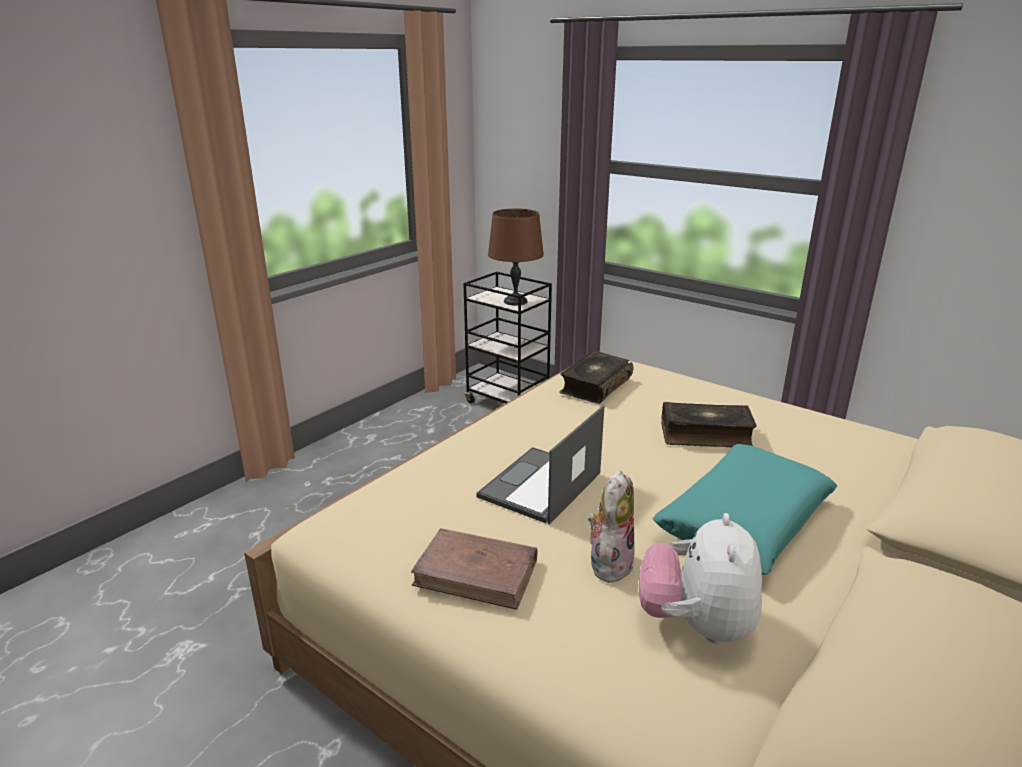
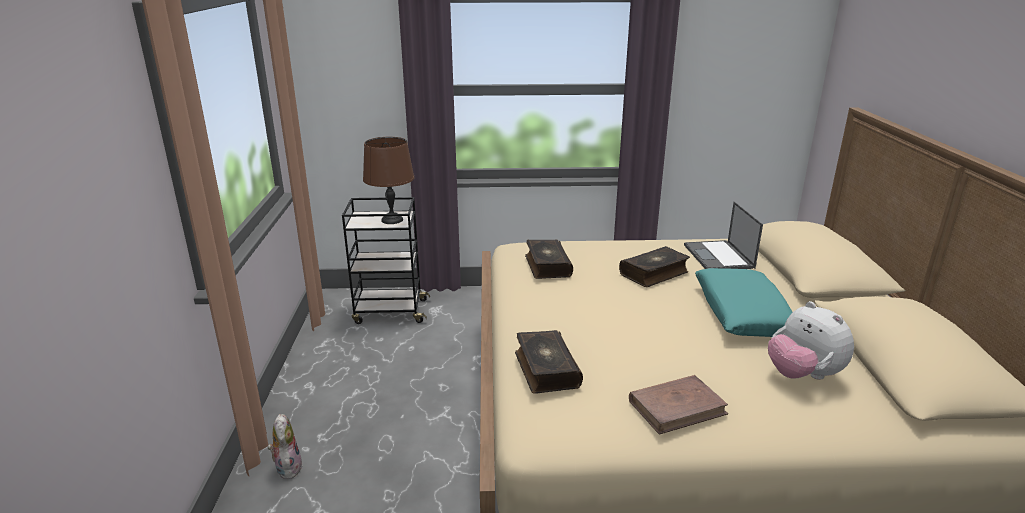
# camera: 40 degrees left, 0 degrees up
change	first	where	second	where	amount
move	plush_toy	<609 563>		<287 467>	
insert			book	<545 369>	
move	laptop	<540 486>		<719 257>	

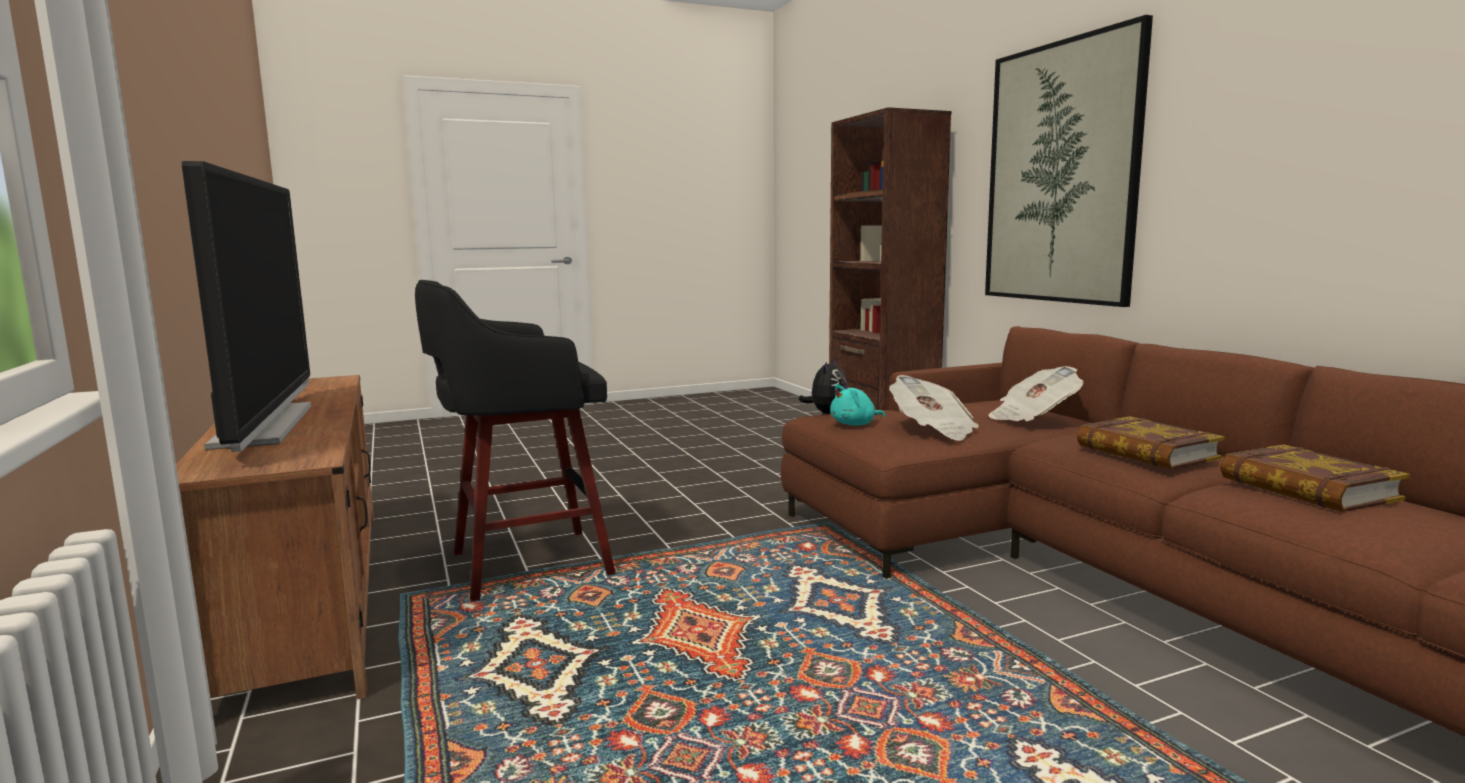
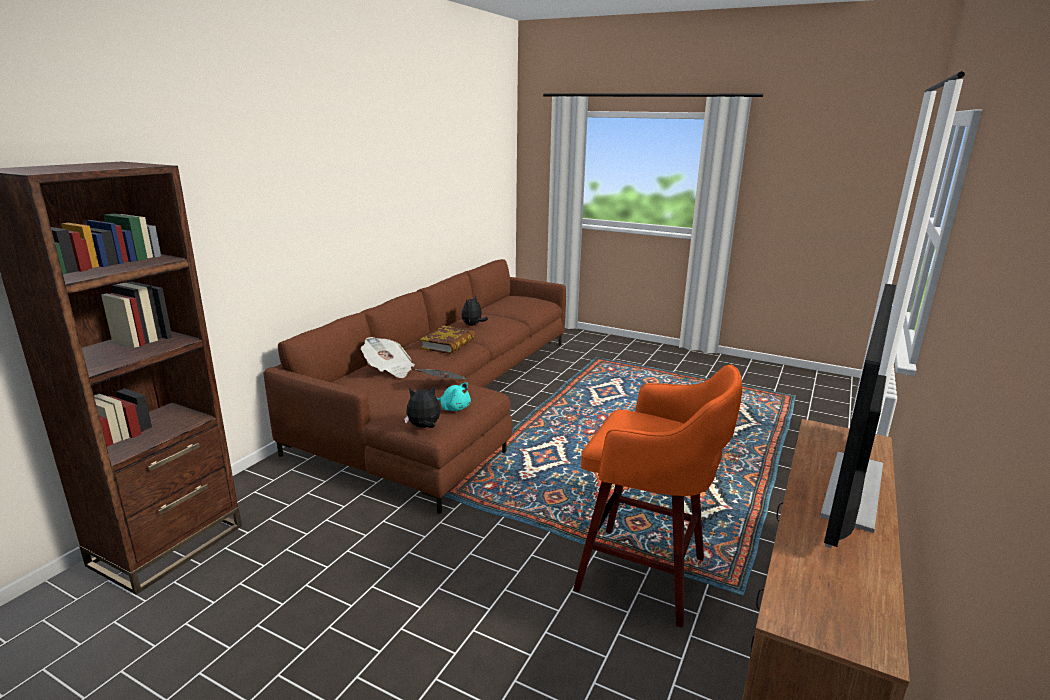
# camera: 130 degrees left, 10 degrees up
change	first	where	second	where	amount
replace	book	<1307 489>	plush_toy	<473 325>	
recolor	black_stool	<524 565>	orange_stool	<645 576>	
delete	picture	<1061 174>			

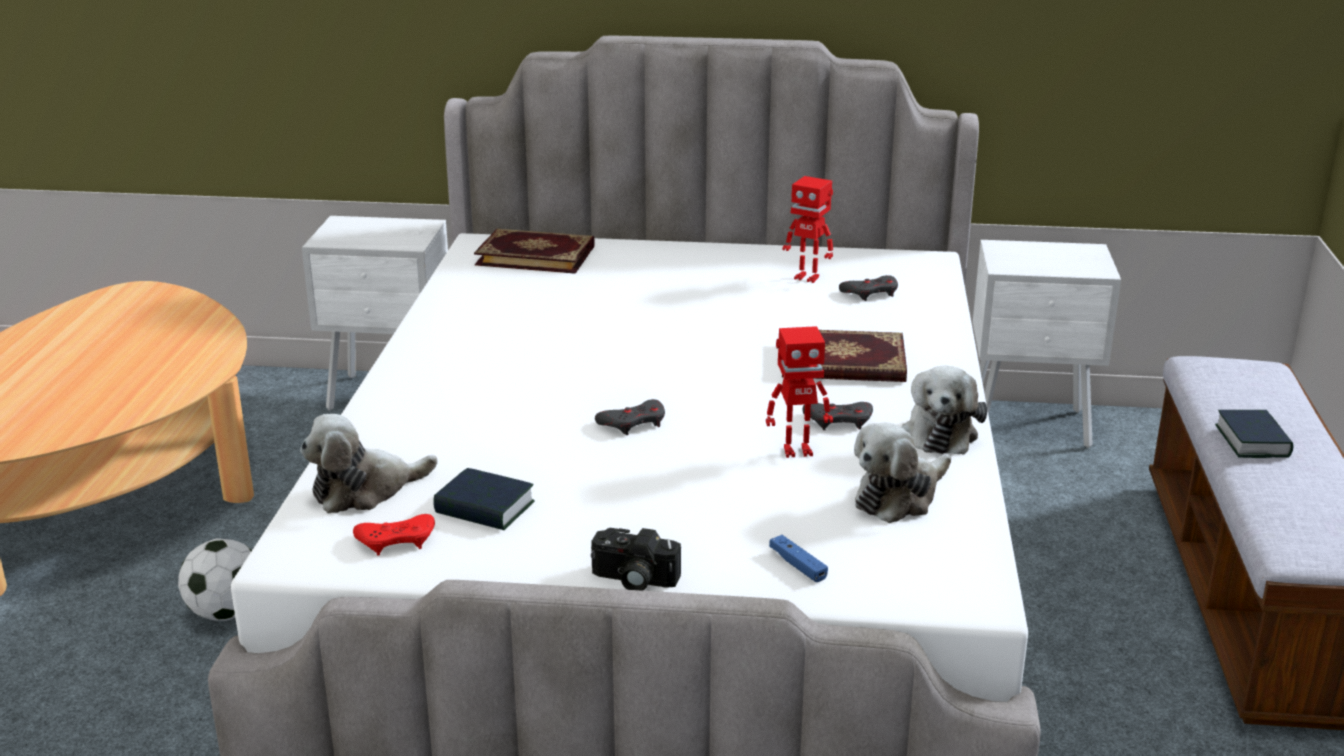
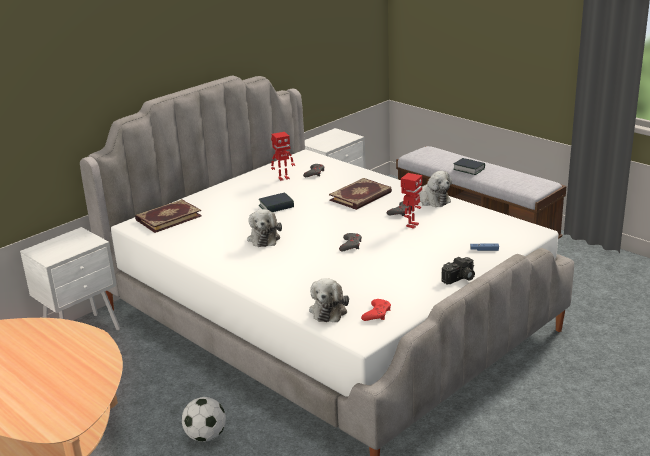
# camera: 50 degrees left, 0 degrees up
change	first	where	second	where	amount
move	plush_toy	<899 497>		<264 238>	
move	book	<484 508>		<276 206>	

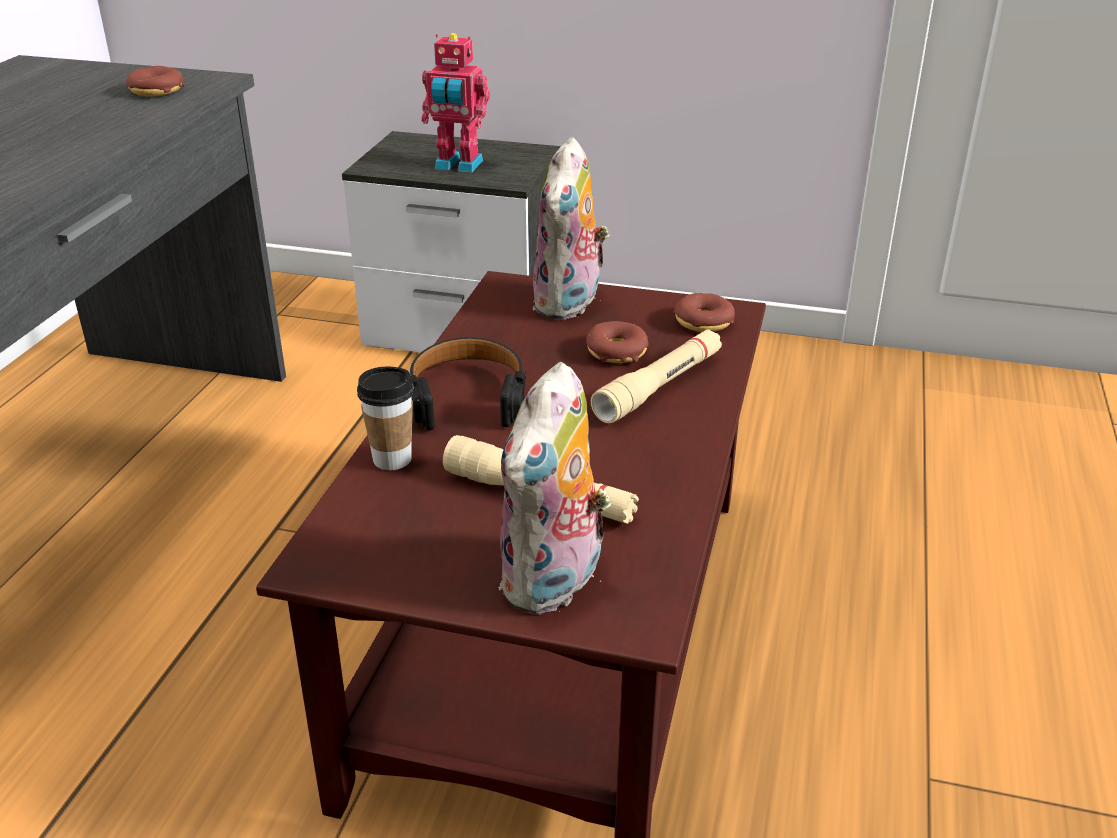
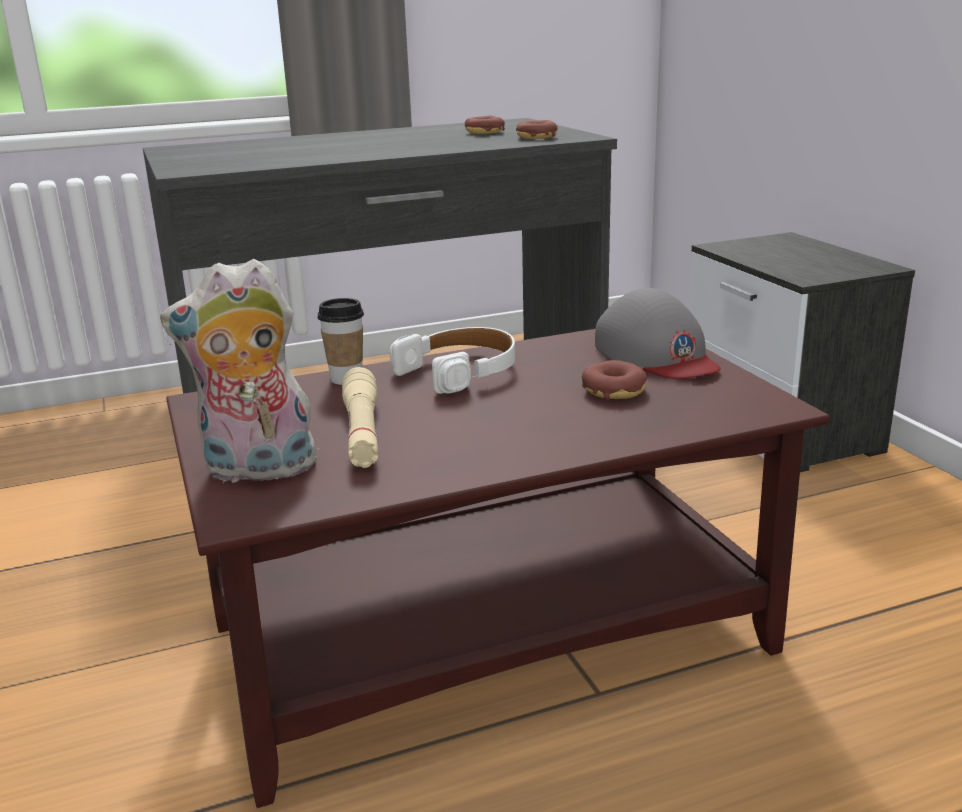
# camera: 55 degrees right, 10 degrees down
change	first	where	second	where	amount
recolor	black_headphones	<467 396>	white_headphones	<460 371>	
move	donut	<703 322>		<484 132>	
replace	plush_toy	<570 304>	grey_cap	<656 355>	
delete	toy_robot	<458 166>			
delete	beige_flashlight	<659 387>			

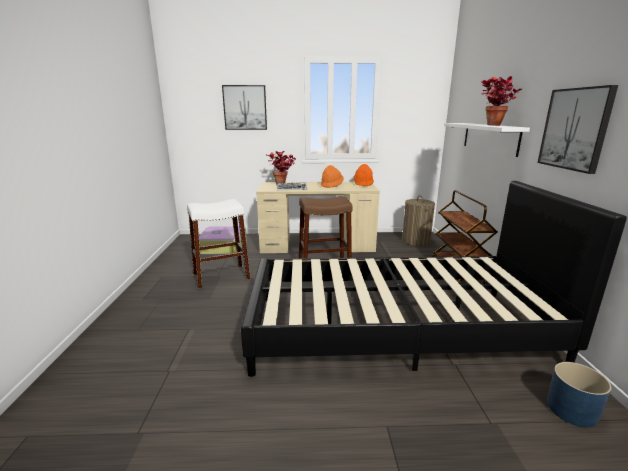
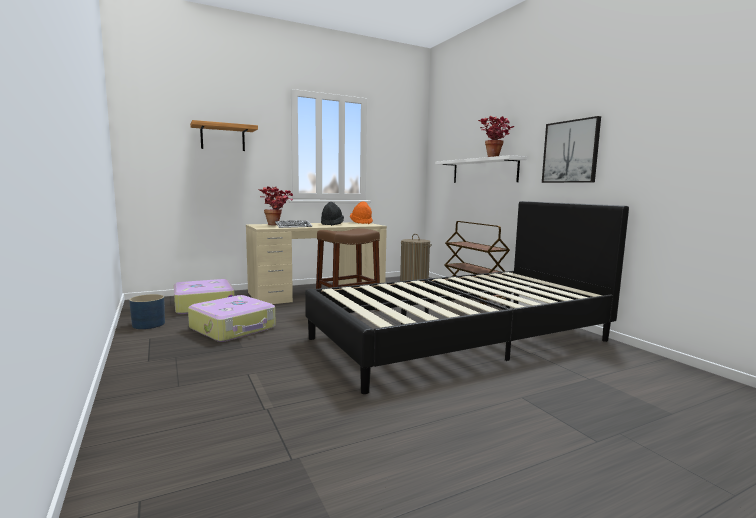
# camera: 25 degrees left, 10 degrees down
change	first	where	second	where	amount
move	blue_planter	<571 409>		<149 324>	
replace	white_stool	<221 276>	suitcase	<234 328>	
replace	picture	<245 107>	shelf	<222 138>	
recolor	orange_hat	<331 185>	black_hat	<332 224>	

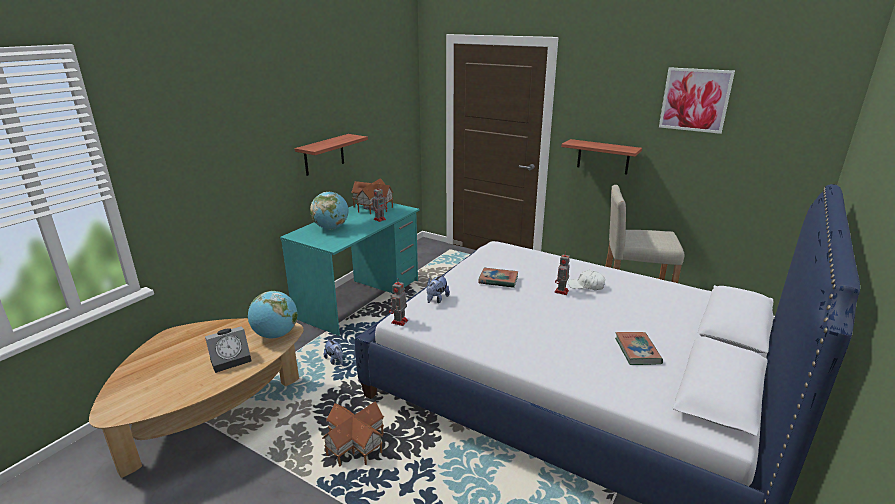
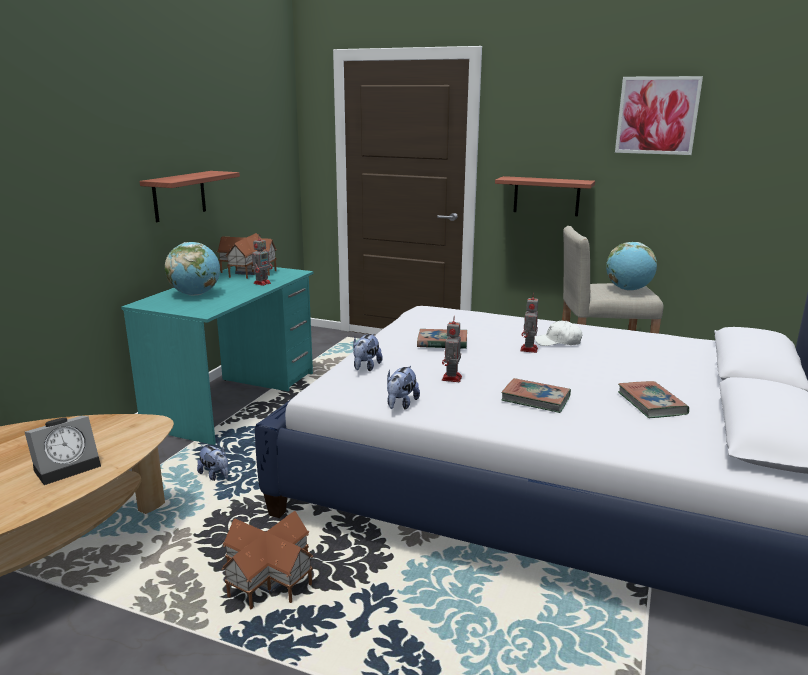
# camera: 10 degrees left, 5 degrees down
change	first	where	second	where	amount
insert			plush_toy	<401 404>	
move	toy_robot	<399 322>		<451 379>	
insert			book	<535 399>	
move	globe	<276 335>		<628 290>	

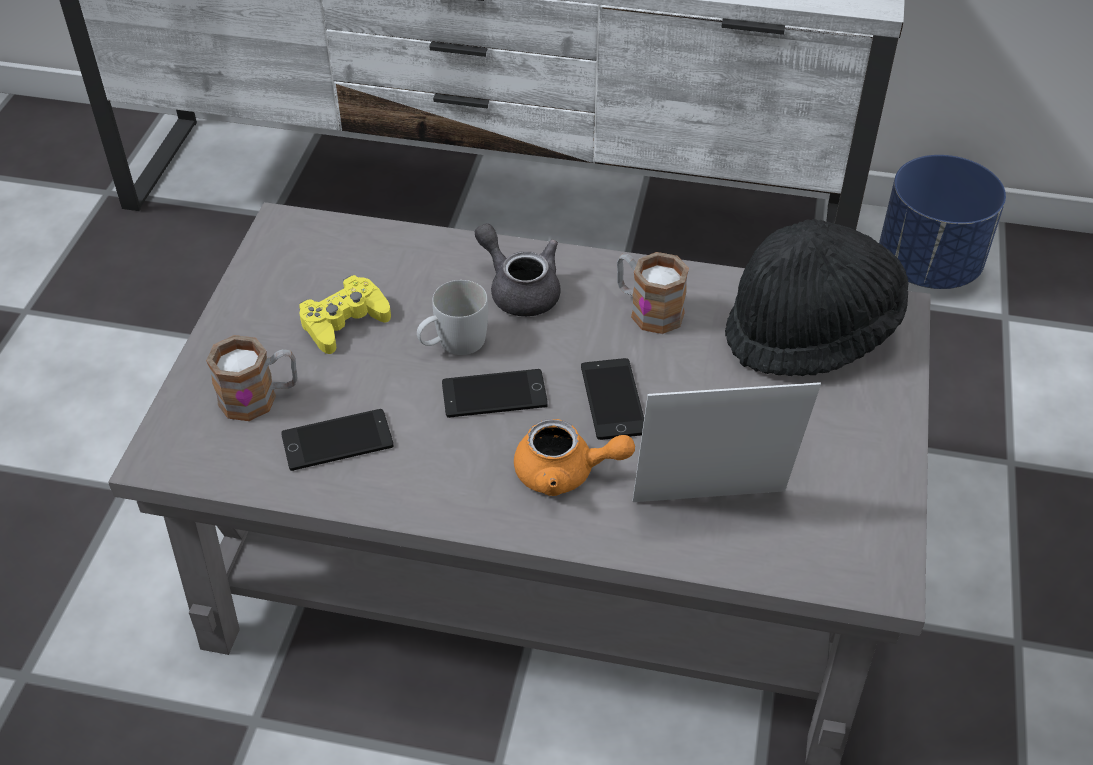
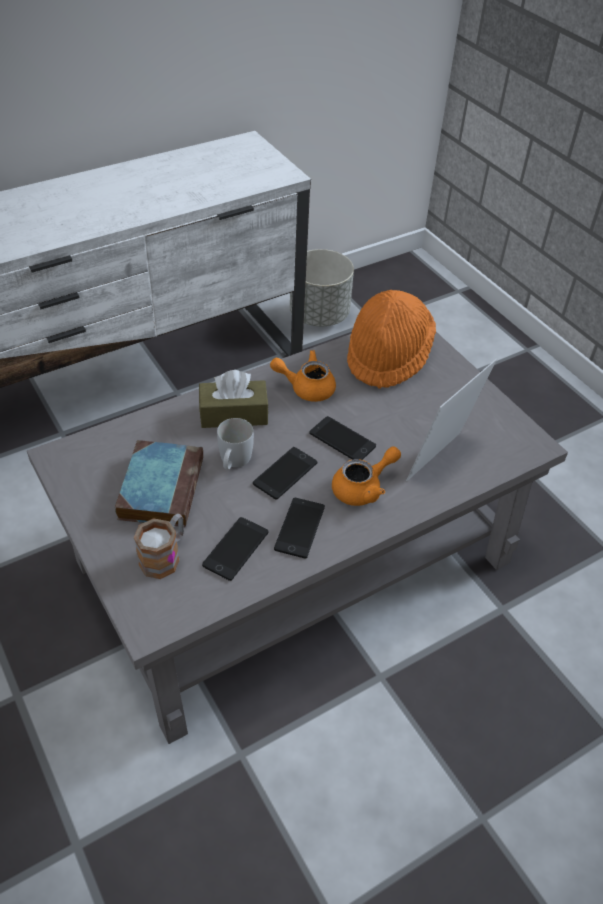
# camera: 45 degrees left, 0 degrees up
change	first	where	second	where	amount
replace	yellow_game_controller	<344 322>	book	<161 486>	
replace	grey_teapot	<519 290>	brown_tissue_box	<233 414>	
replace	mug	<647 309>	orange_teapot	<306 387>	
insert			phone	<299 528>	
recolor	blue_planter	<928 266>	grey_planter	<319 315>	
recolor	black_hat	<811 332>	orange_hat	<388 356>	

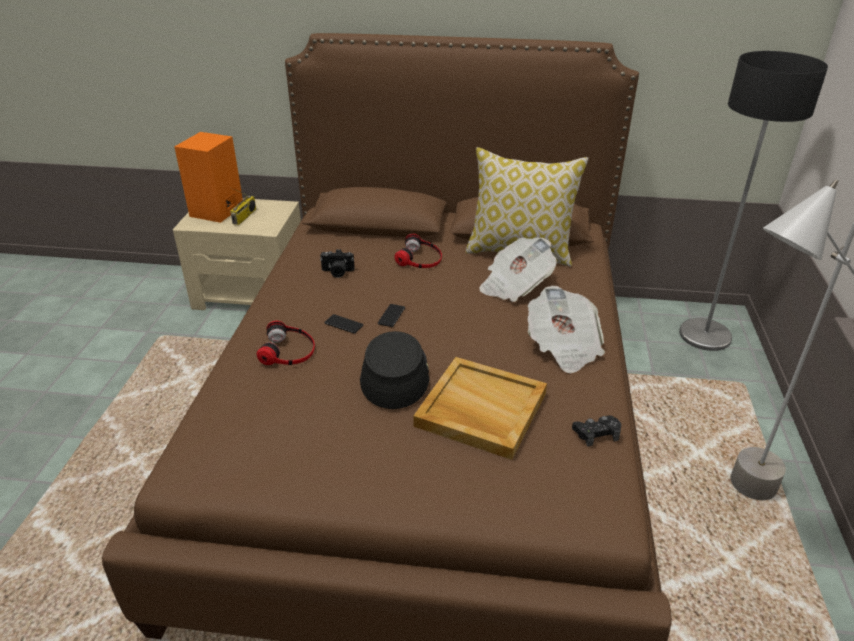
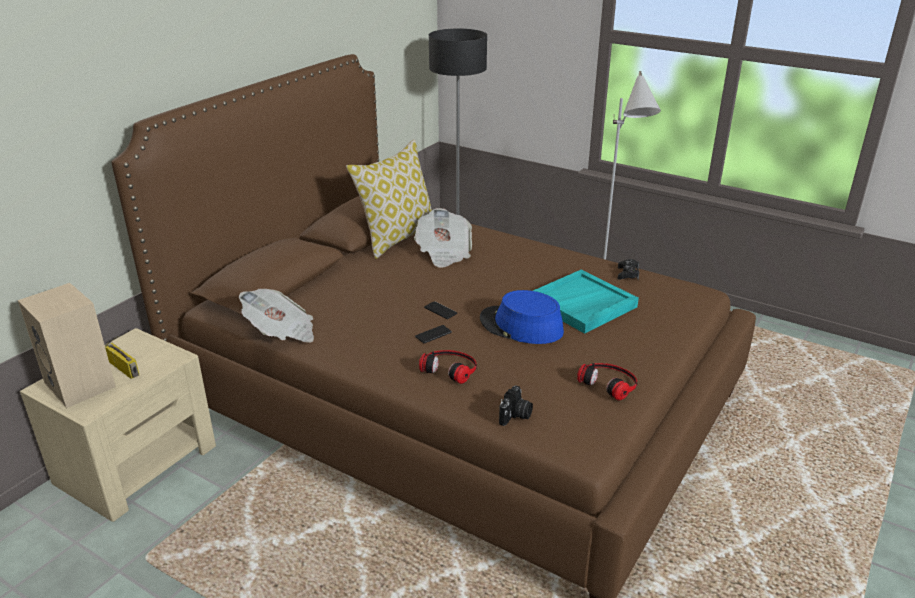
# camera: 65 degrees left, 5 degrees down
change	first	where	second	where	amount
recolor	orange_speaker	<217 211>	beige_speaker	<82 385>	
move	newspaper	<563 347>		<281 333>	
recolor	black_hat	<394 374>	blue_hat	<521 326>	
move	photo_camera	<337 272>		<515 416>	
recolor	beige_tray	<480 410>	turquoise_tray	<582 305>	
move	headphones	<420 258>		<609 383>	

